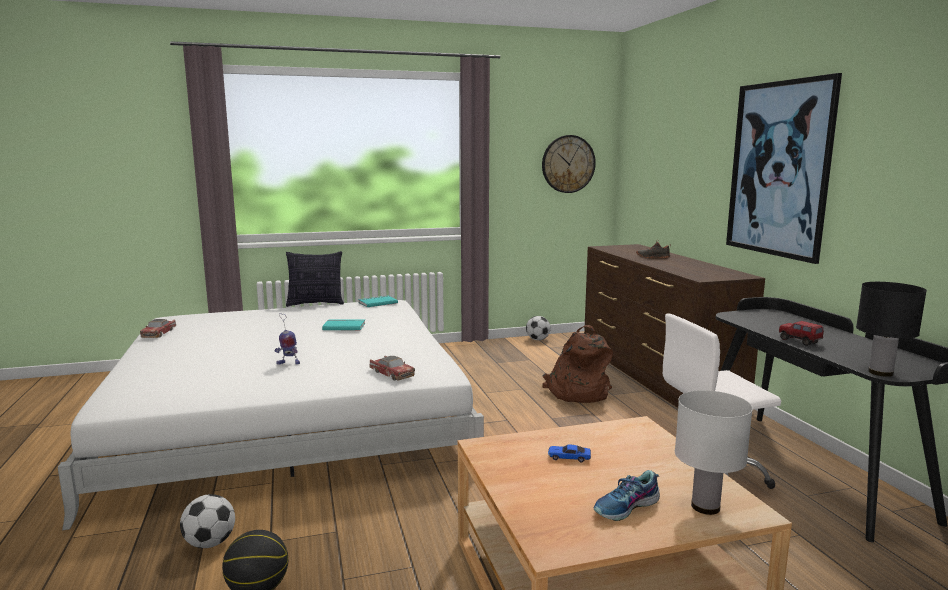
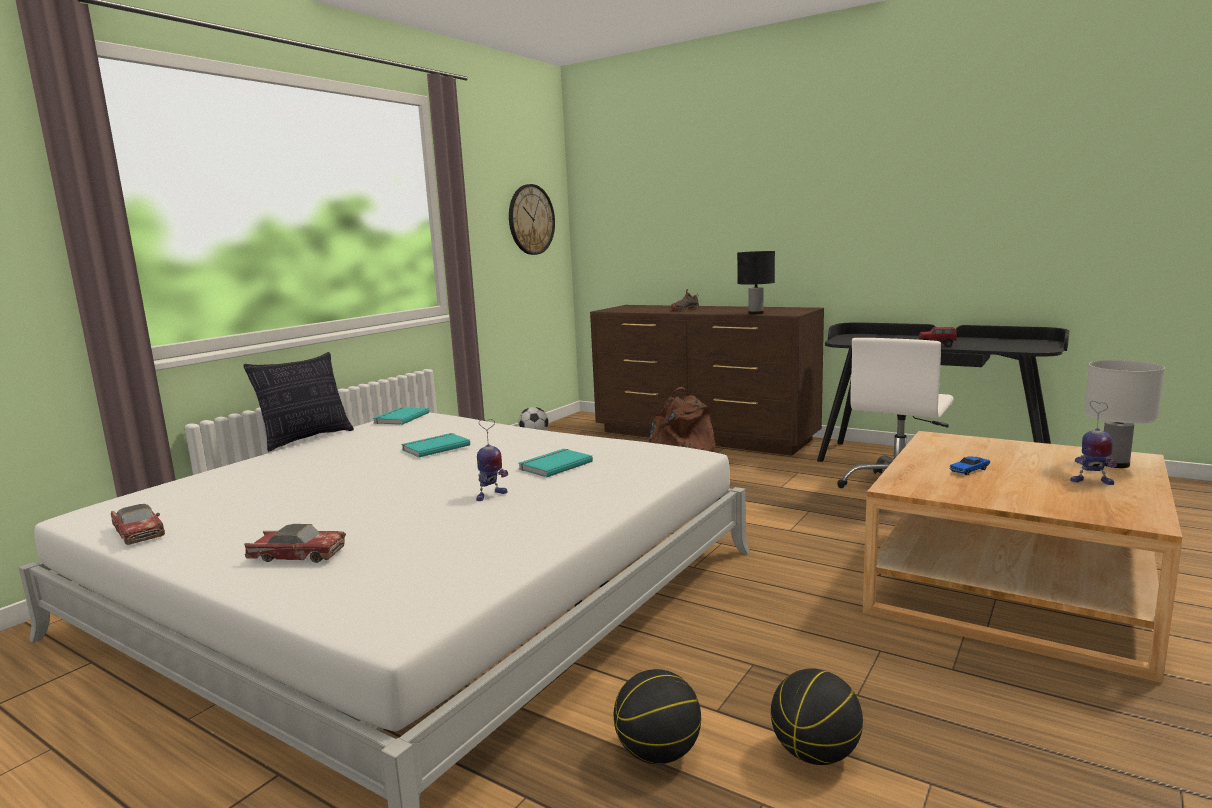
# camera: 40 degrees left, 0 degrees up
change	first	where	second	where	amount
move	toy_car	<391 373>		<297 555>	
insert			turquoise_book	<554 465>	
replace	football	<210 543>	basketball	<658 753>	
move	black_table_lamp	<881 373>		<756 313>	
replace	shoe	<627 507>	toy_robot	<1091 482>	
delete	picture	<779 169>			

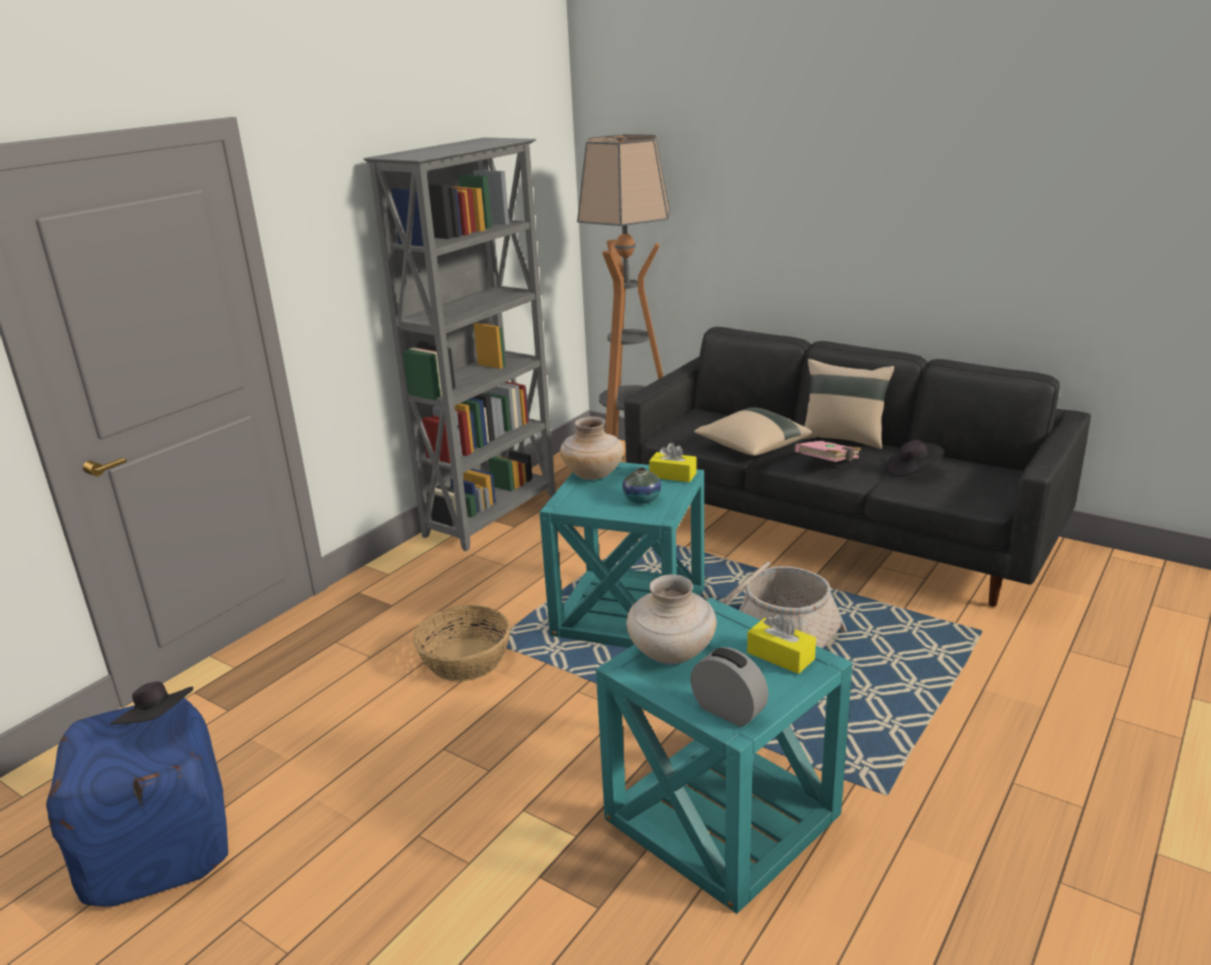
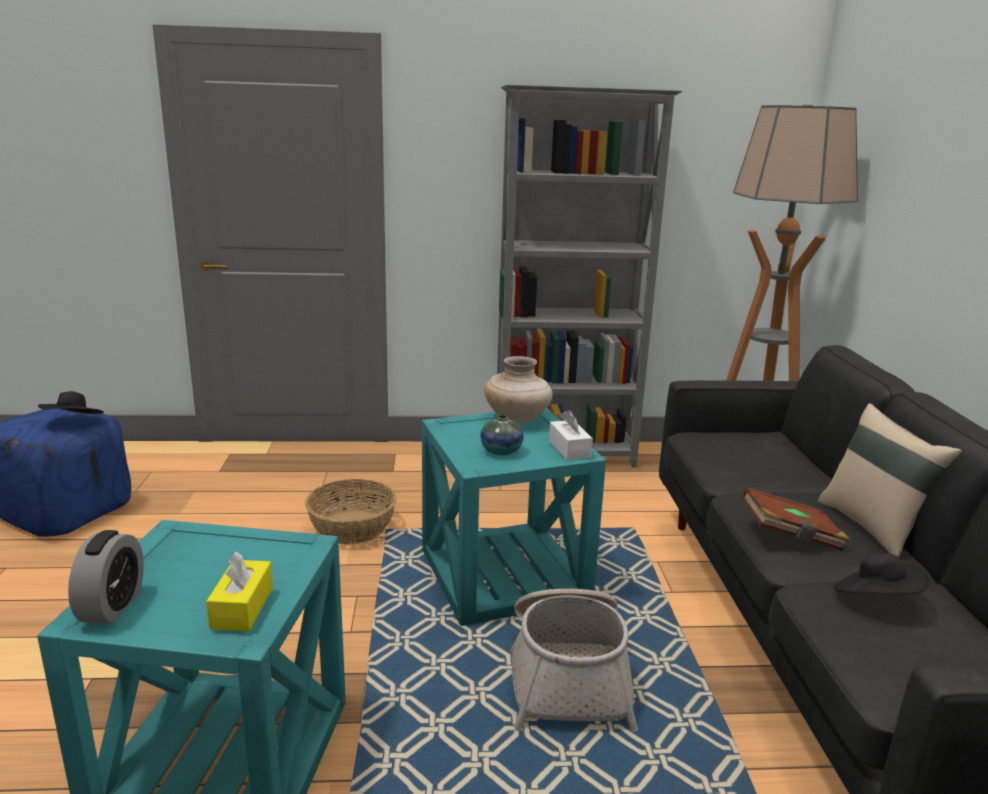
# camera: 50 degrees right, 5 degrees down
change	first	where	second	where	amount
recolor	yellow_tissue_box	<673 475>	white_tissue_box	<569 449>	
recolor	pink_book	<828 464>	brown_book	<790 536>	
delete	beige_vase	<671 654>			
delete	beige_pillow	<751 448>			

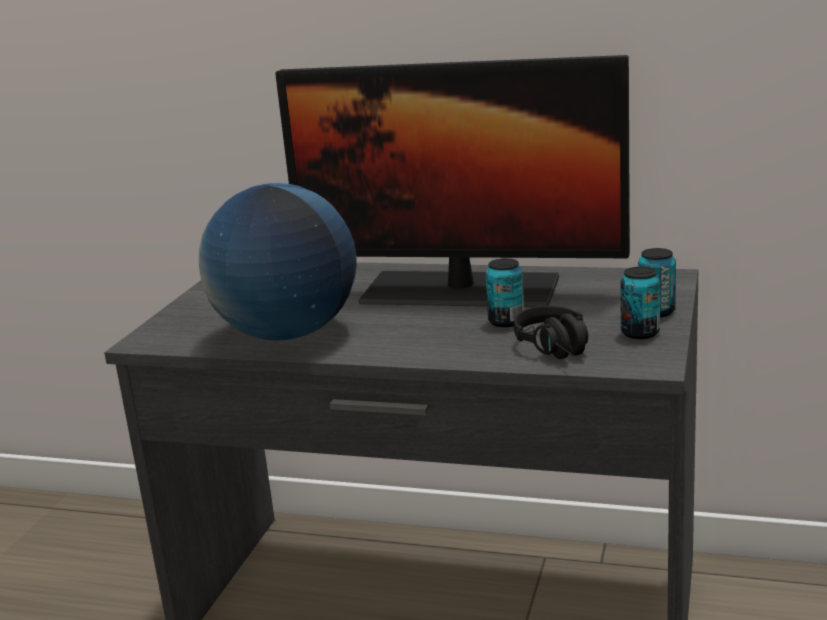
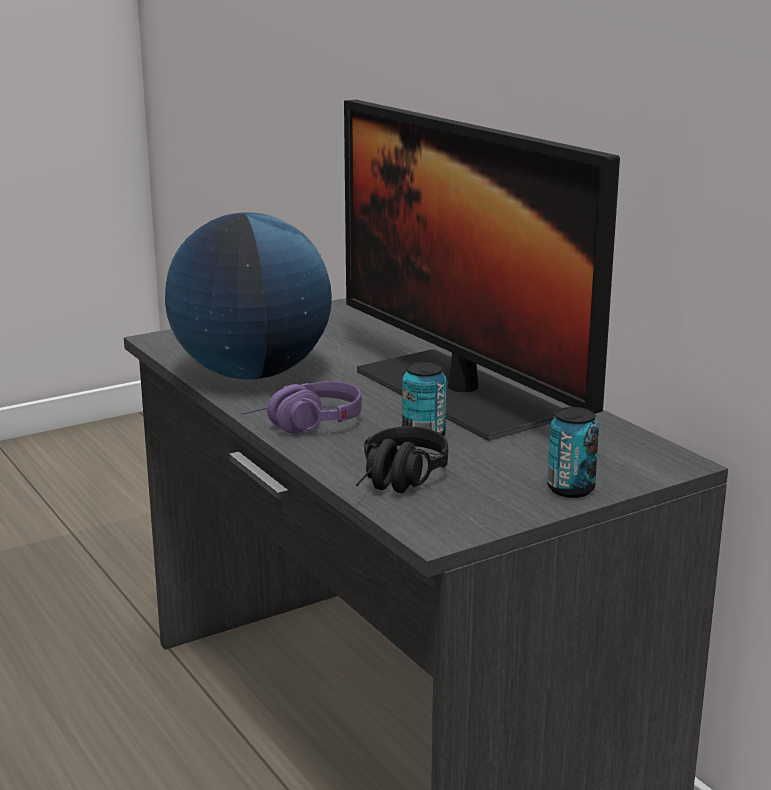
# camera: 40 degrees right, 0 degrees up
change	first	where	second	where	amount
insert			purple_headphones	<305 426>	
delete	can	<640 333>			

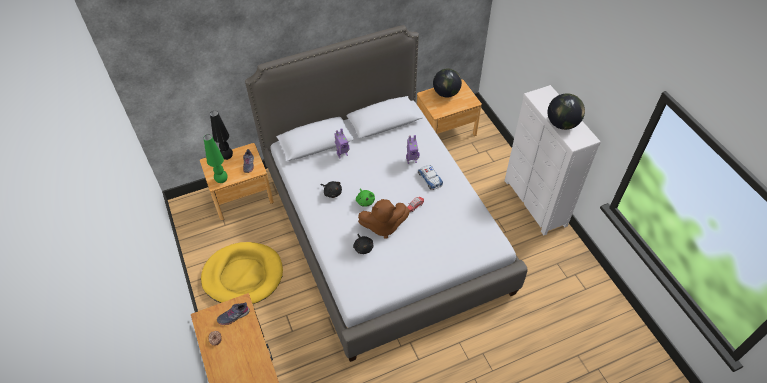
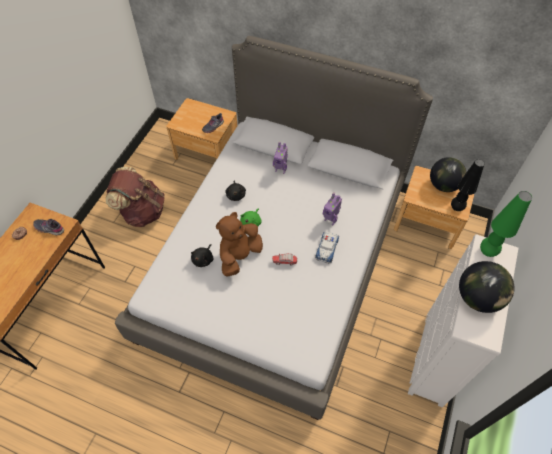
# camera: 45 degrees right, 5 degrees up
change	first	where	second	where	amount
replace	yellow_dog_bed	<243 275>	brown_backpack	<142 211>	
rotate	brown_plush_toy	<383 226>		<239 256>	90 degrees clockwise
move	black_table_lamp	<227 157>		<456 208>	
move	green_table_lamp	<222 180>		<487 252>	

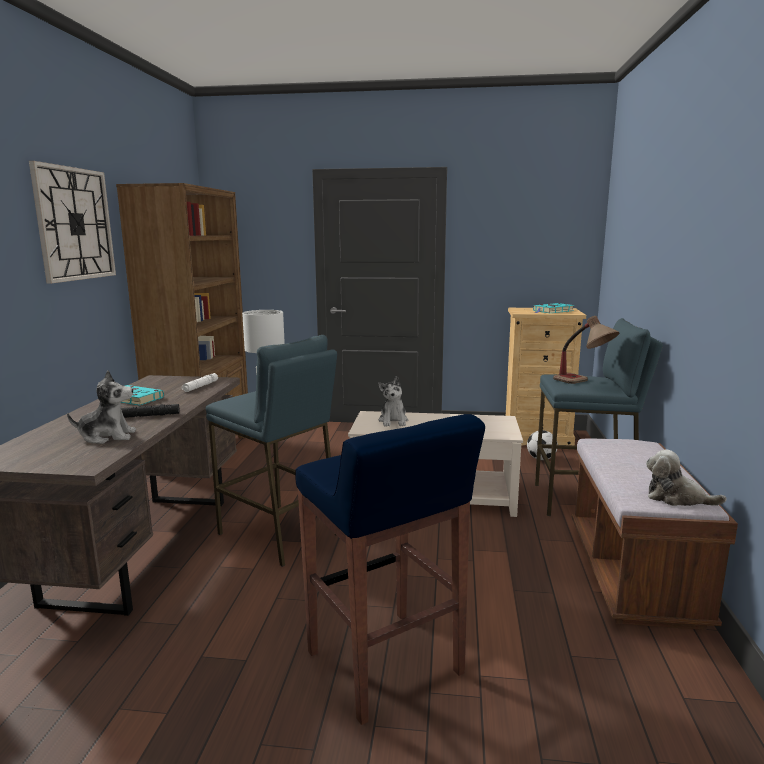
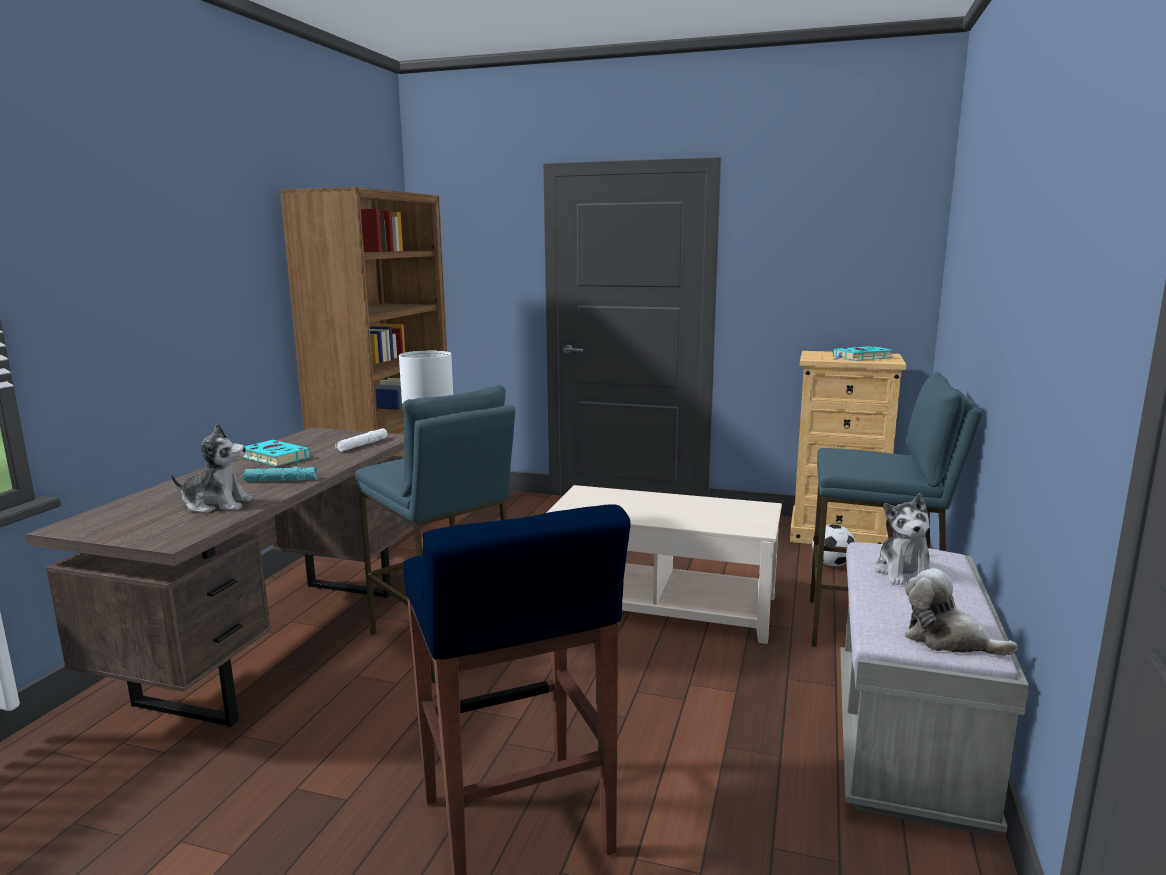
# camera: 10 degrees right, 0 degrees up
change	first	where	second	where	amount
recolor	black_flashlight	<149 416>	turquoise_flashlight	<280 480>	
recolor	brown_bench	<633 574>	grey_bench	<907 742>	
move	plush_toy	<393 421>		<904 573>	
delete	wall_clock	<74 224>			
delete	table_lamp	<583 383>			

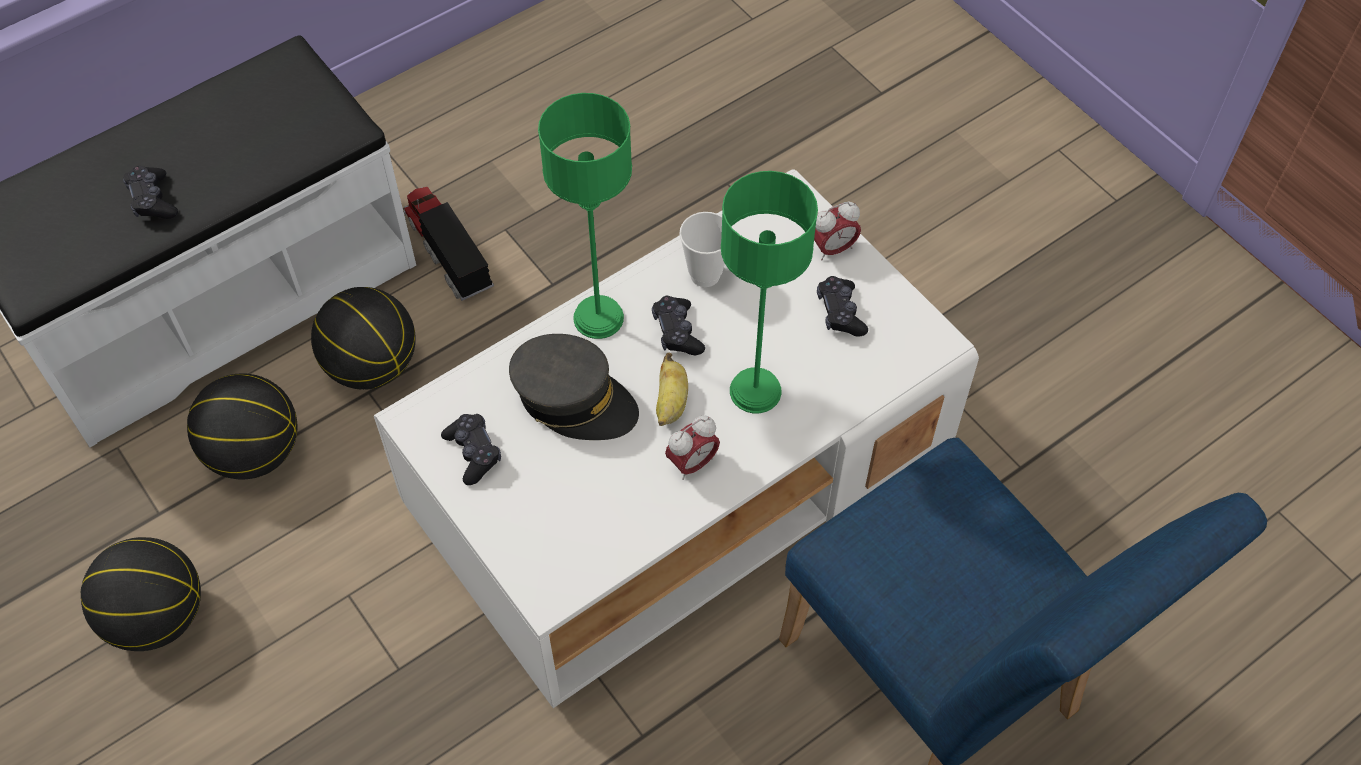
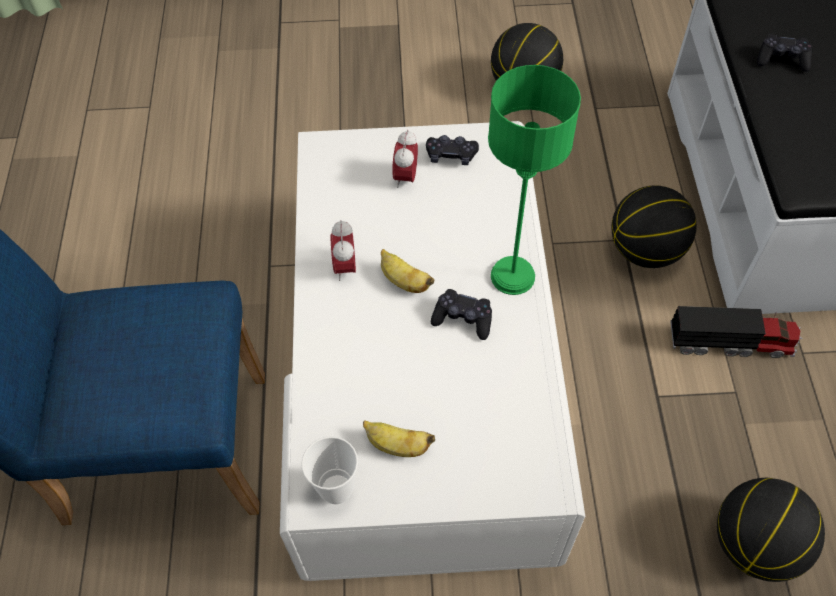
# camera: 125 degrees right, 0 degrees up
change	first	where	second	where	amount
move	cup	<705 275>		<336 489>	
replace	black_game_controller	<840 312>	banana	<397 445>	
move	alarm_clock	<833 249>		<406 177>	
move	basketball	<254 452>		<755 544>	
delete	grey_cap	<574 399>			
delete	green_table_lamp	<754 390>			

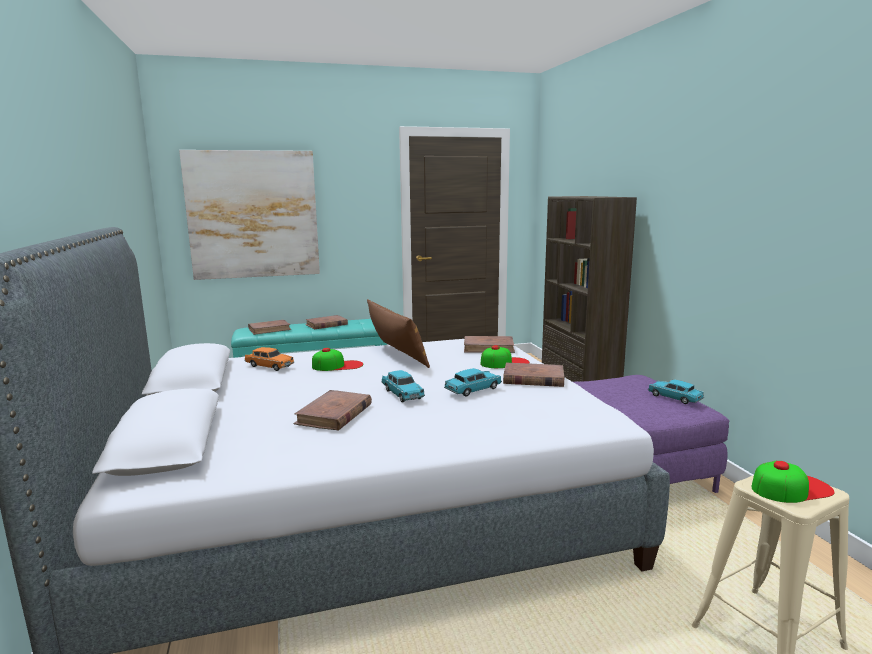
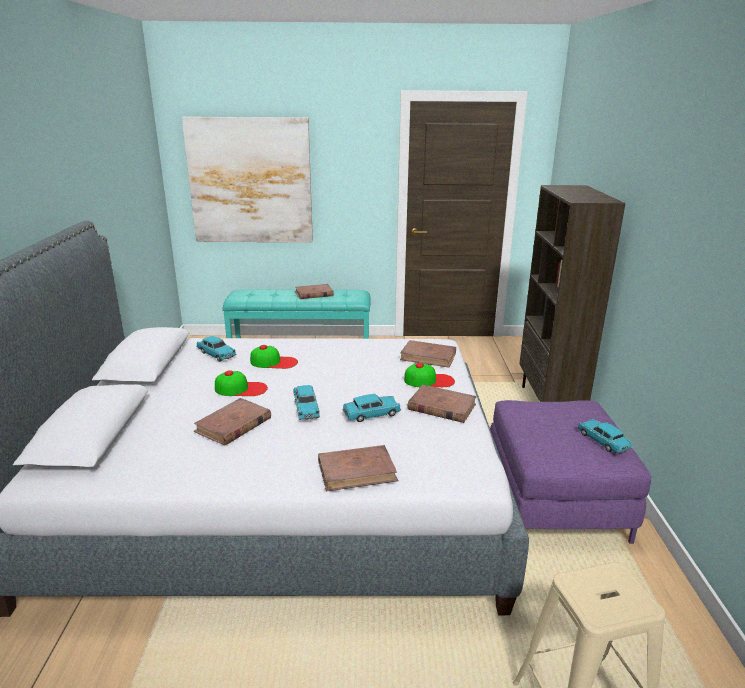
# camera: 15 degrees right, 10 degrees up
change	first	where	second	where	amount
recolor	orange_toy_car	<269 366>	turquoise_toy_car	<216 354>	
move	cap	<791 488>		<241 389>	
move	brown_book	<269 329>		<357 471>	
delete	brown_pillow	<396 355>			

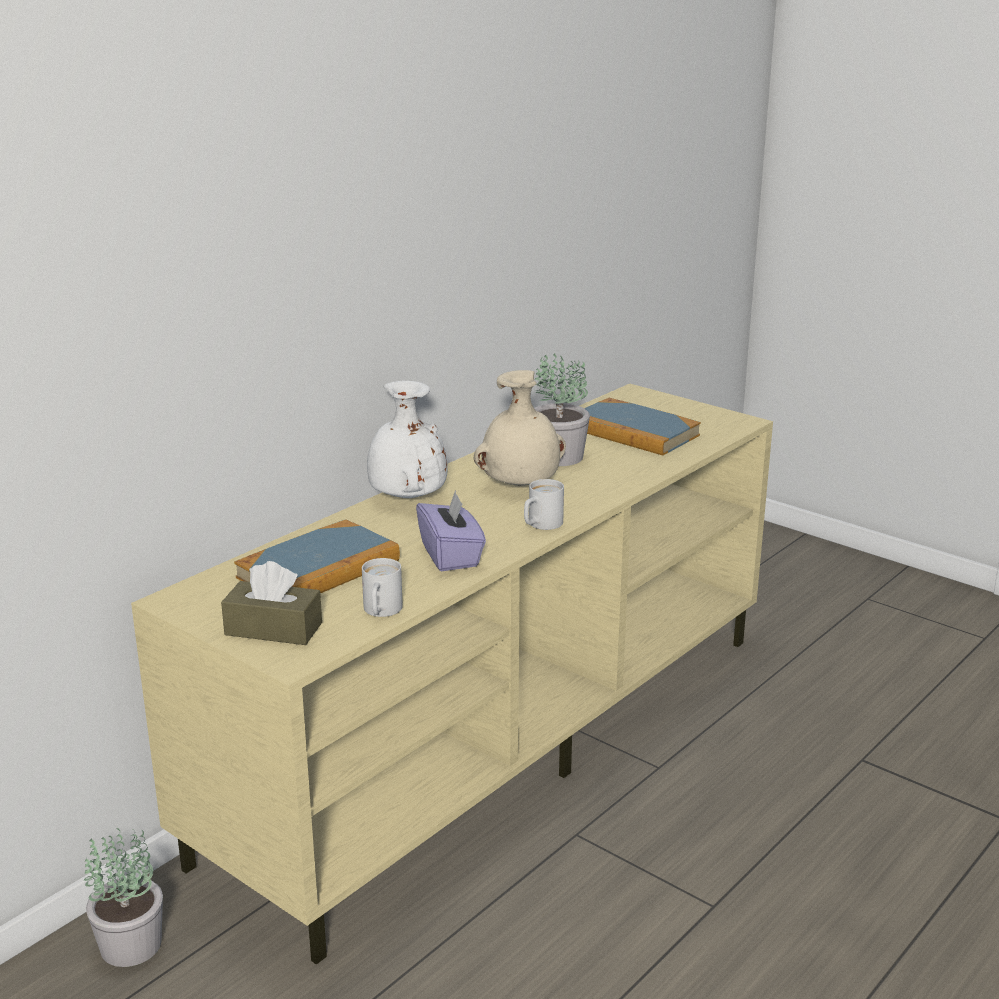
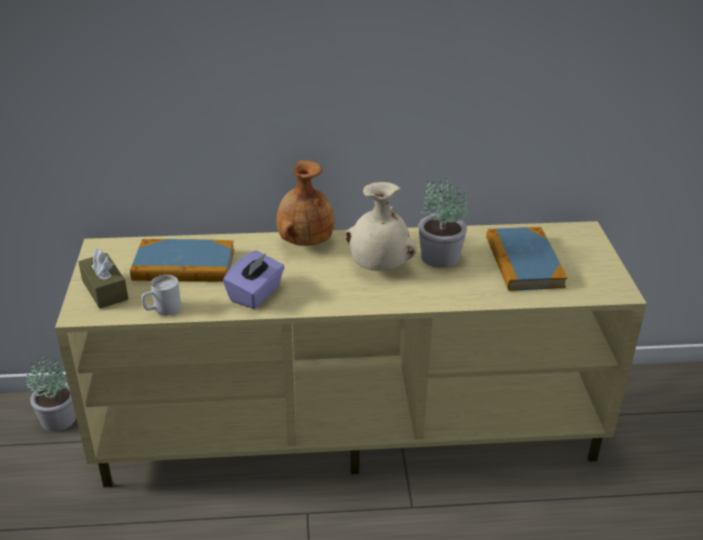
# camera: 45 degrees right, 10 degrees up
change	first	where	second	where	amount
recolor	white_vase	<406 497>	brown_vase	<305 241>	
delete	white_mug	<540 525>			

